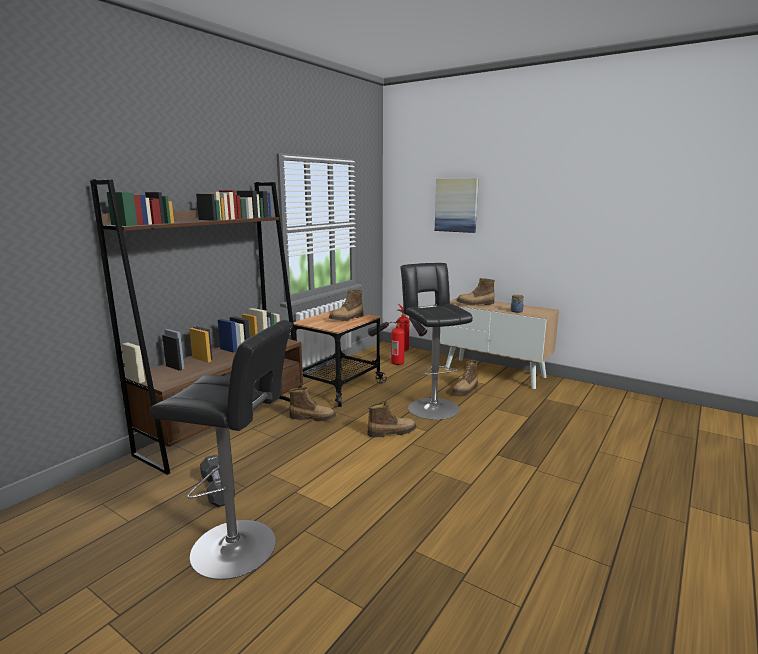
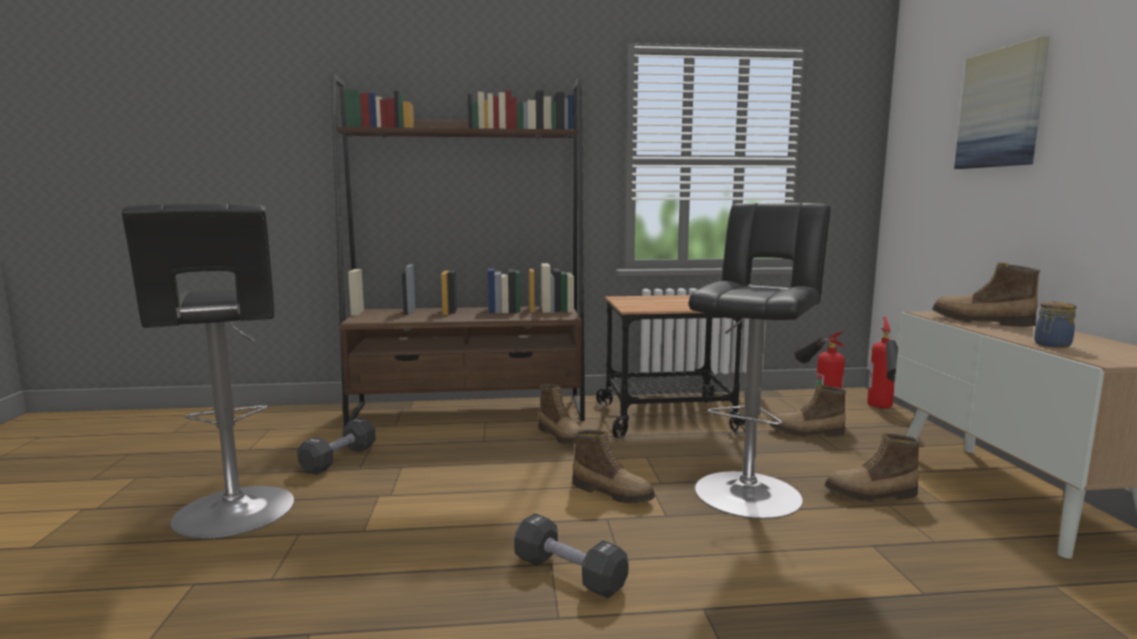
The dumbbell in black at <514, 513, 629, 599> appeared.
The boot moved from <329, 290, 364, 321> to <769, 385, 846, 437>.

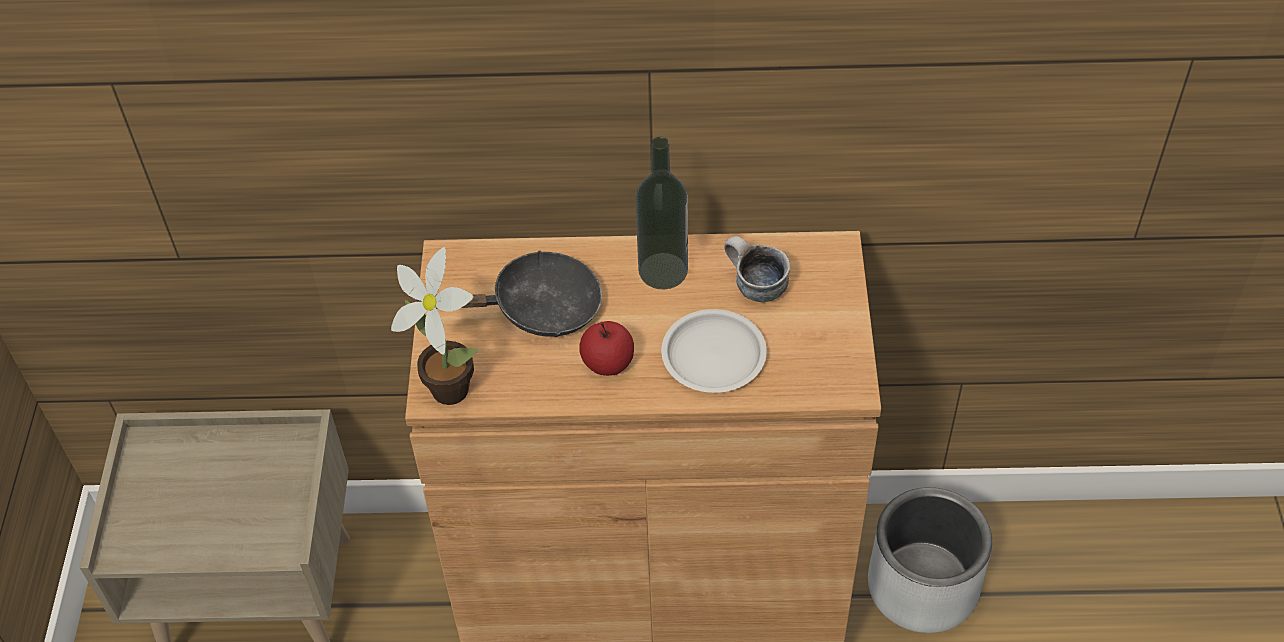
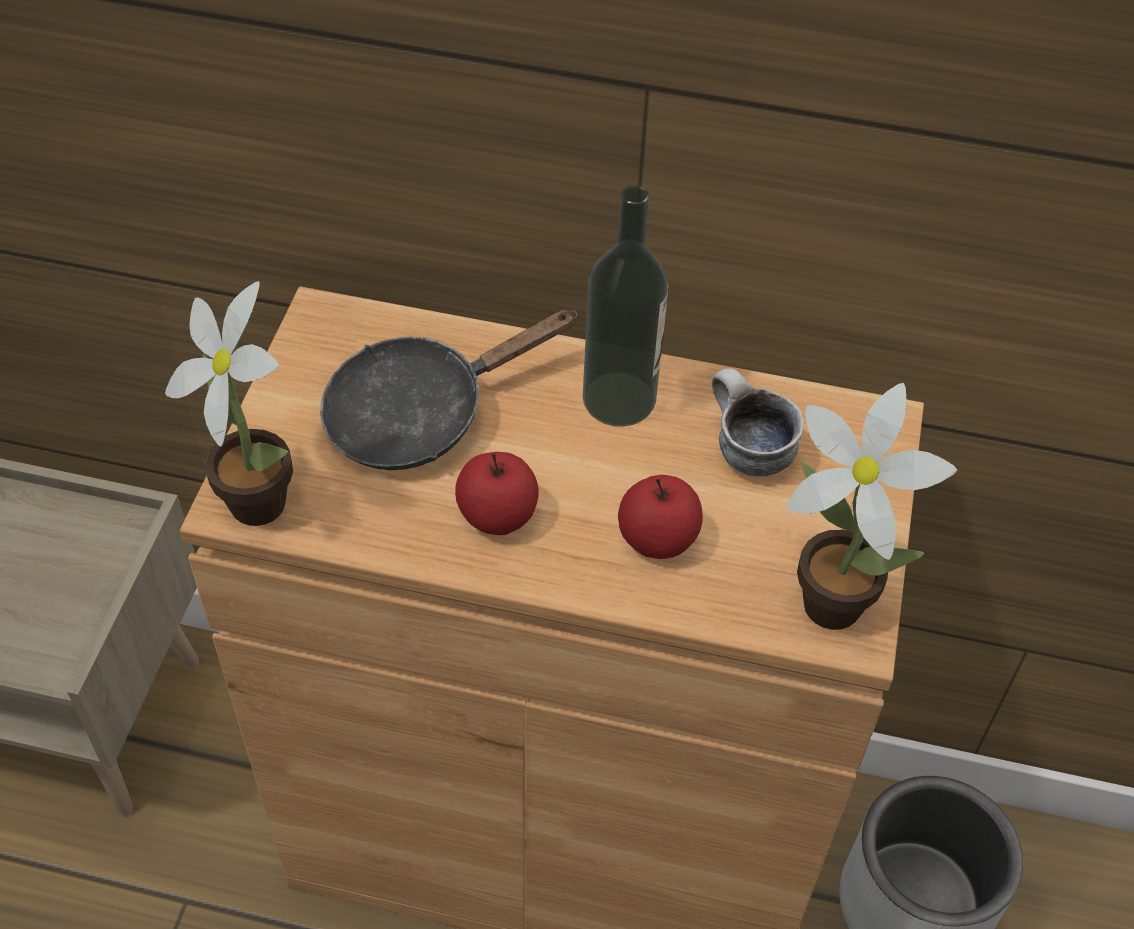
The potted plant at <787, 383, 957, 630> appeared.
The plate in white at <661, 309, 767, 393> was replaced by the apple at <618, 475, 703, 559>.
The frying pan in black at <412, 250, 602, 337> turned 150 degrees clockwise.

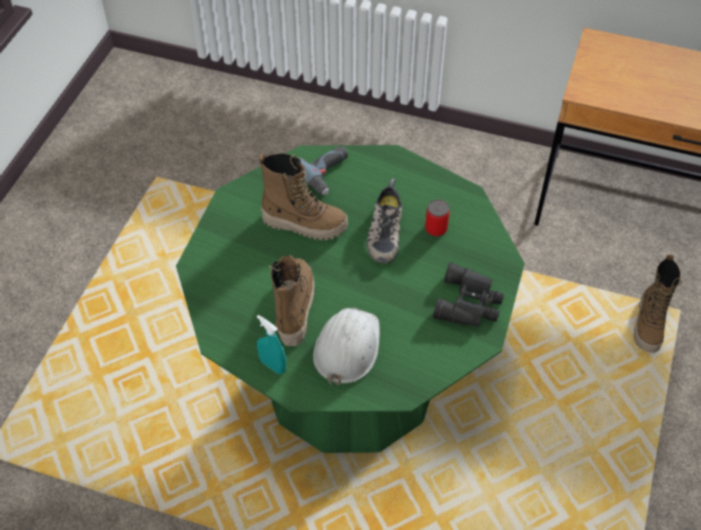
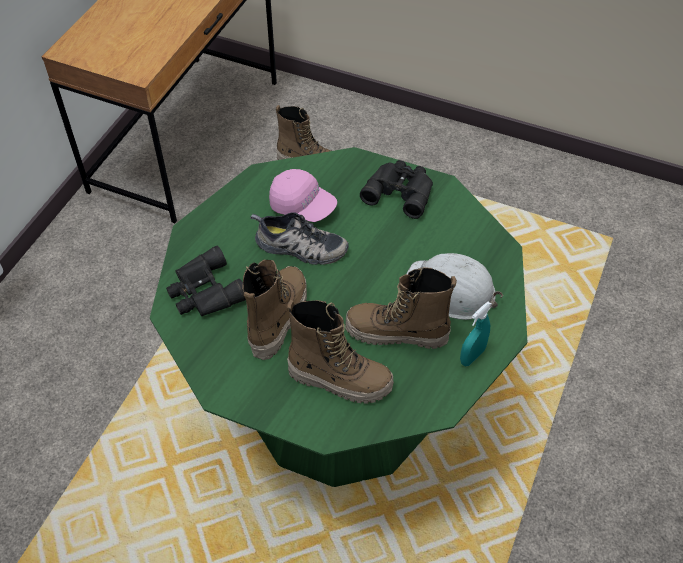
The boot at <287, 300, 394, 404> appeared.
The power drill at <298, 146, 348, 195> was replaced by the binoculars in black at <166, 246, 246, 316>.
The can at <425, 199, 450, 237> was replaced by the cap in pink at <269, 169, 337, 222>.

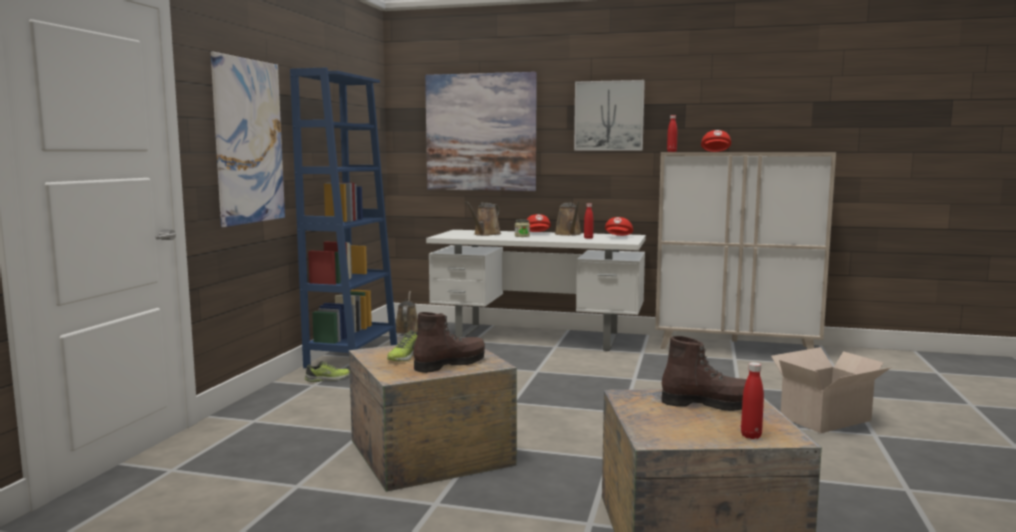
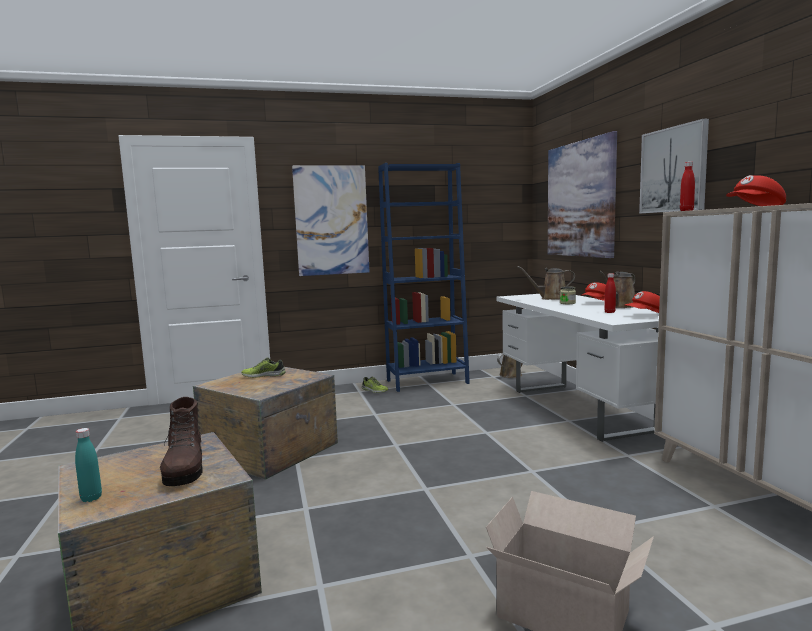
The boot in brown at <413, 312, 485, 373> disappeared.
The bottle in red at <741, 362, 764, 439> became the bottle in turquoise at <75, 428, 102, 502>.

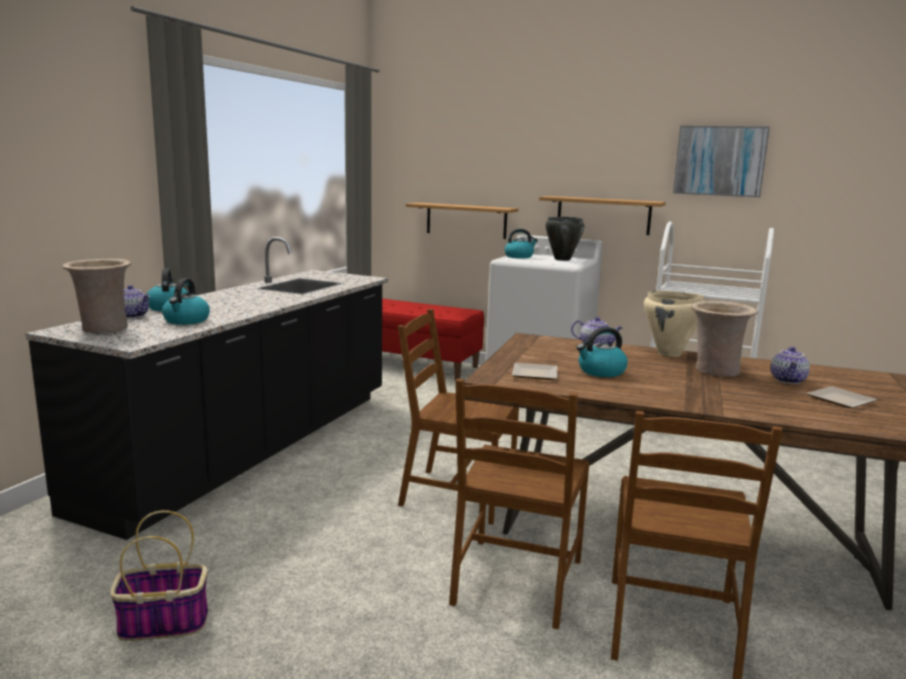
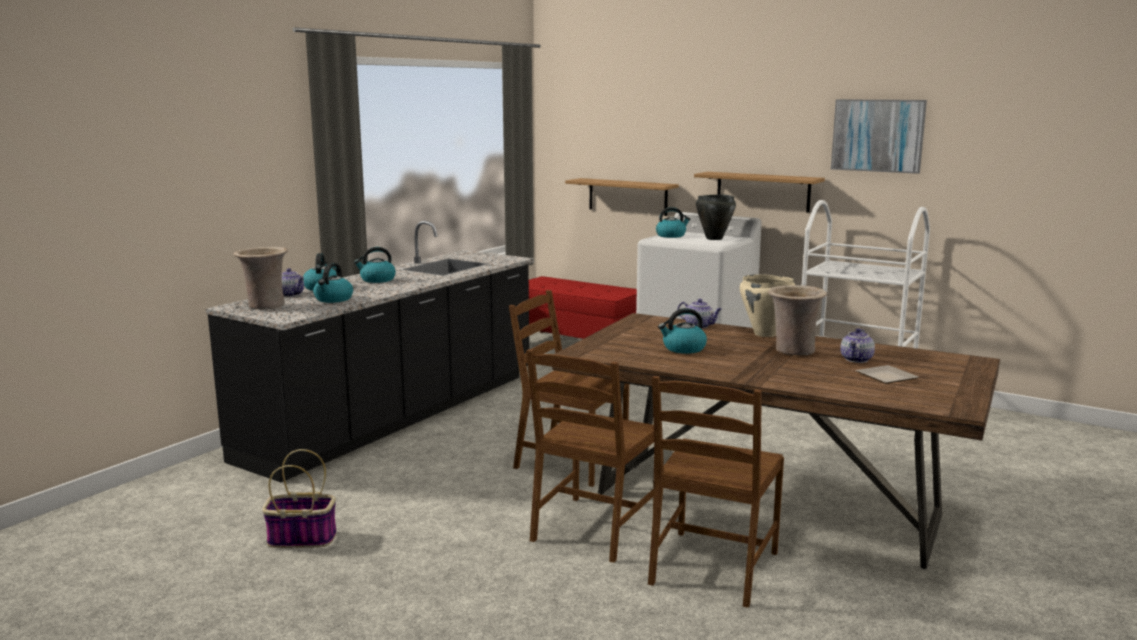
The plate at <512, 363, 557, 380> disappeared.
The kettle at <354, 247, 396, 283> appeared.

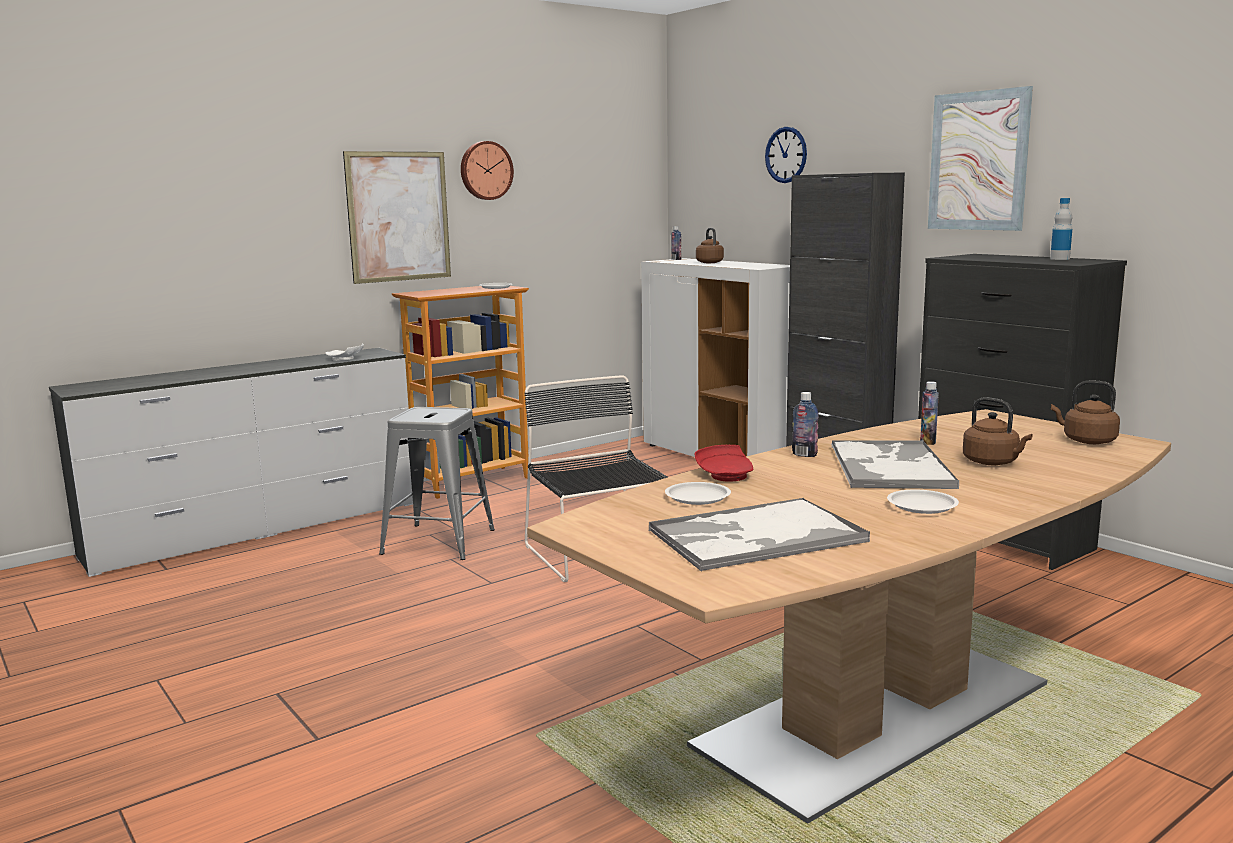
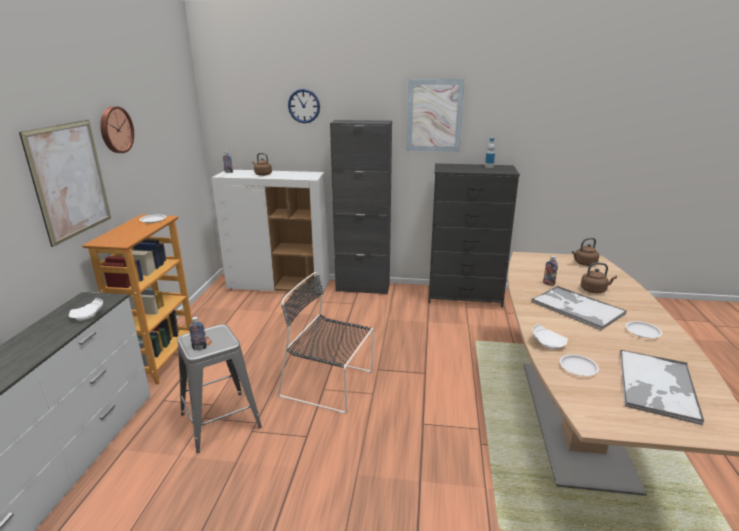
The bottle moved from <792, 392, 819, 457> to <189, 317, 207, 350>.
The plate in red at <695, 445, 753, 482> became the plate in white at <532, 324, 568, 349>.

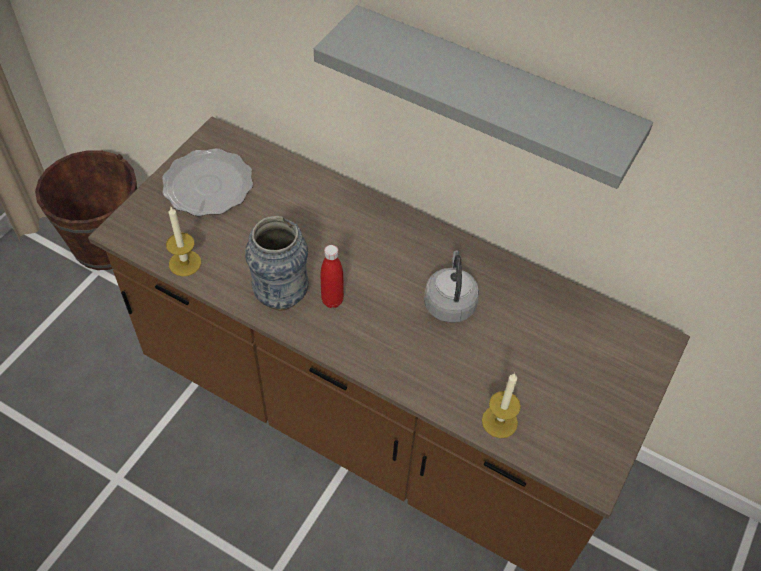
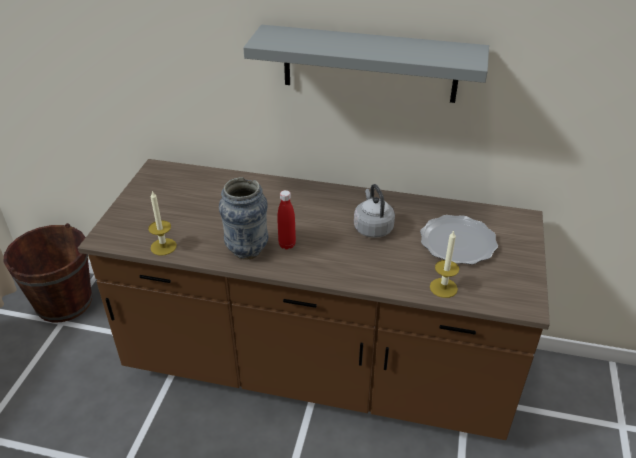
The plate moved from <162, 148, 253, 216> to <420, 215, 498, 265>.

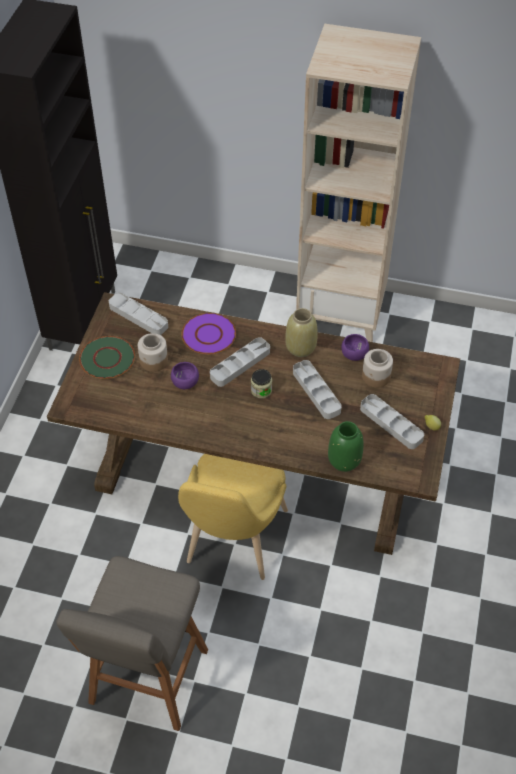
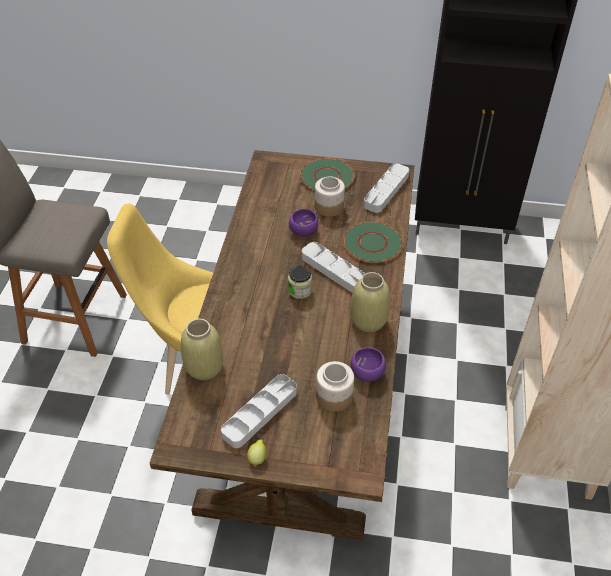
The tray in grey at <293, 360, 342, 419> disappeared.
The plate in purple at <181, 313, 236, 354> became the plate in green at <343, 221, 403, 263>.
The vase in green at <328, 421, 363, 472> became the vase in beige at <181, 319, 224, 380>.

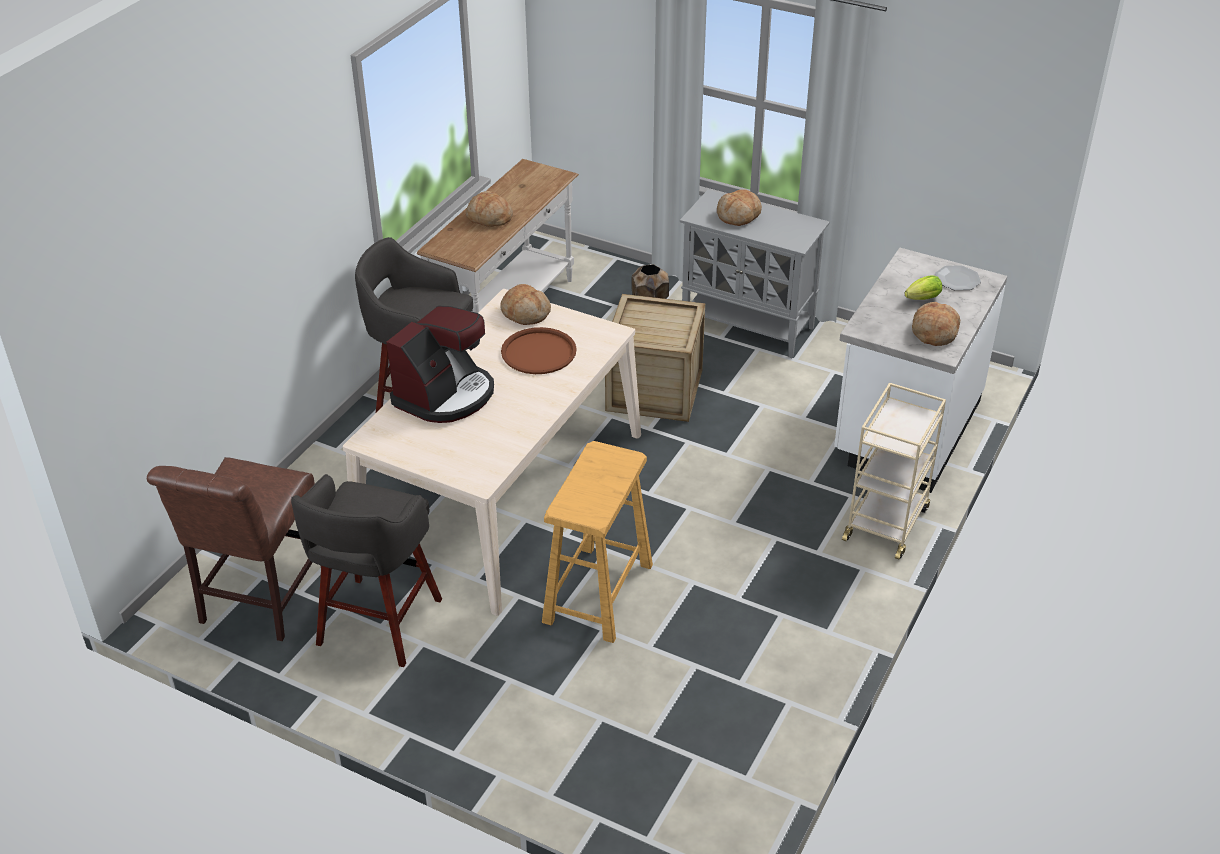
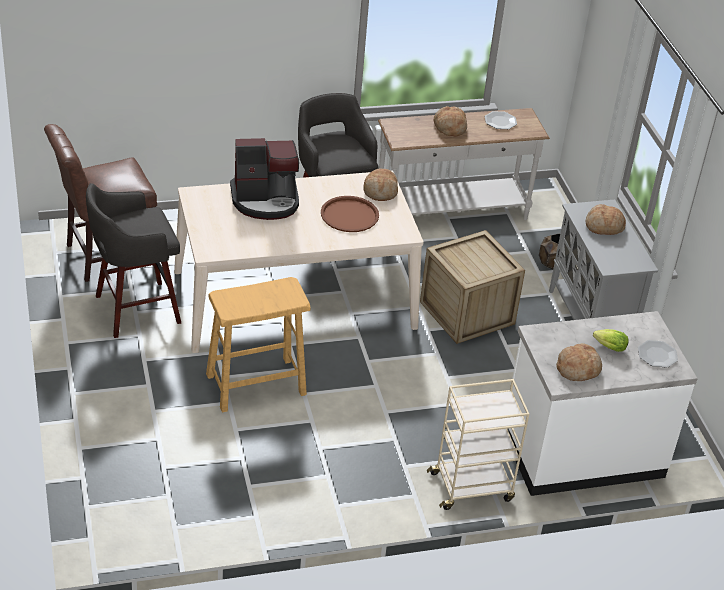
The plate at <485, 111, 517, 129> appeared.

